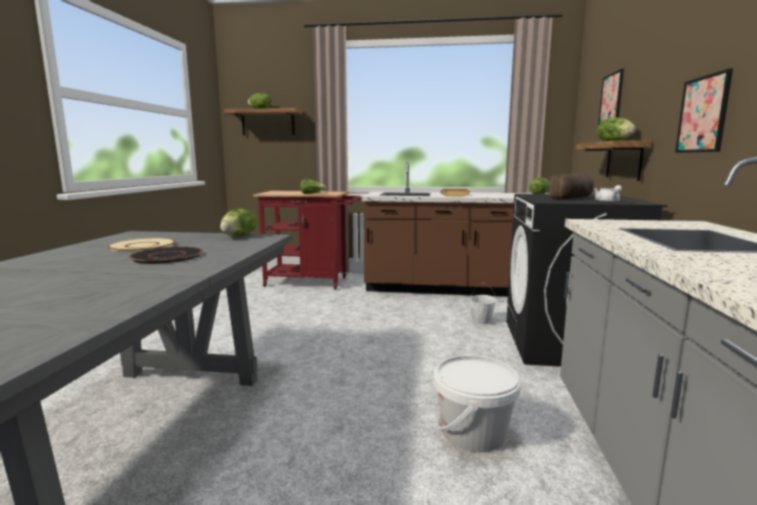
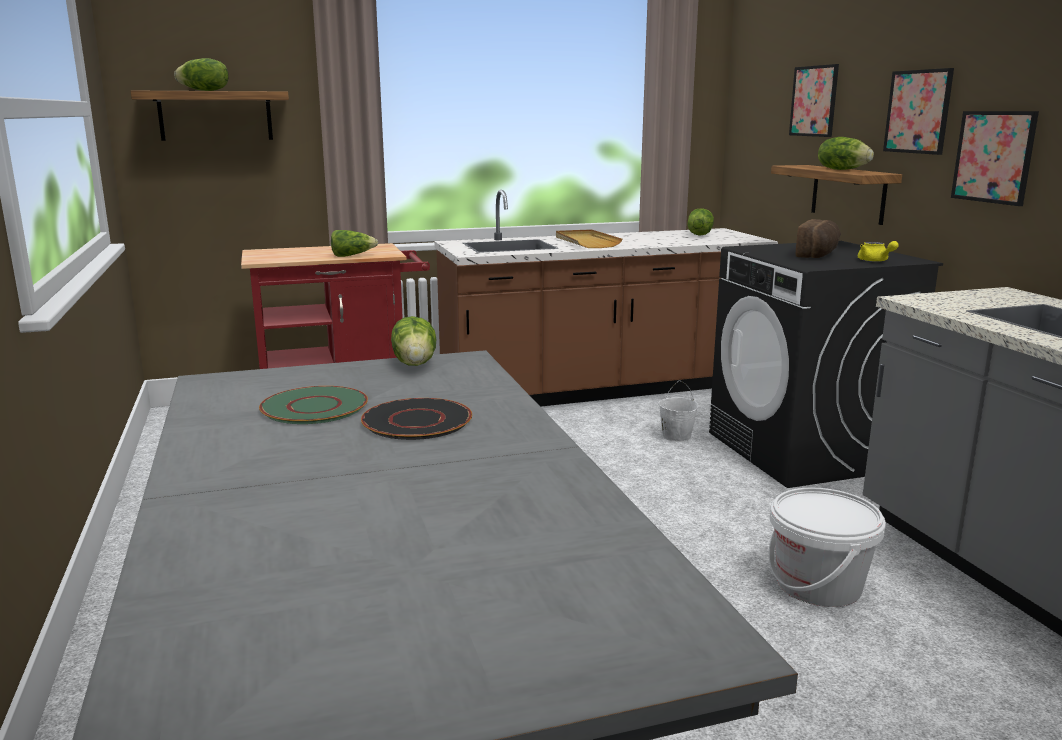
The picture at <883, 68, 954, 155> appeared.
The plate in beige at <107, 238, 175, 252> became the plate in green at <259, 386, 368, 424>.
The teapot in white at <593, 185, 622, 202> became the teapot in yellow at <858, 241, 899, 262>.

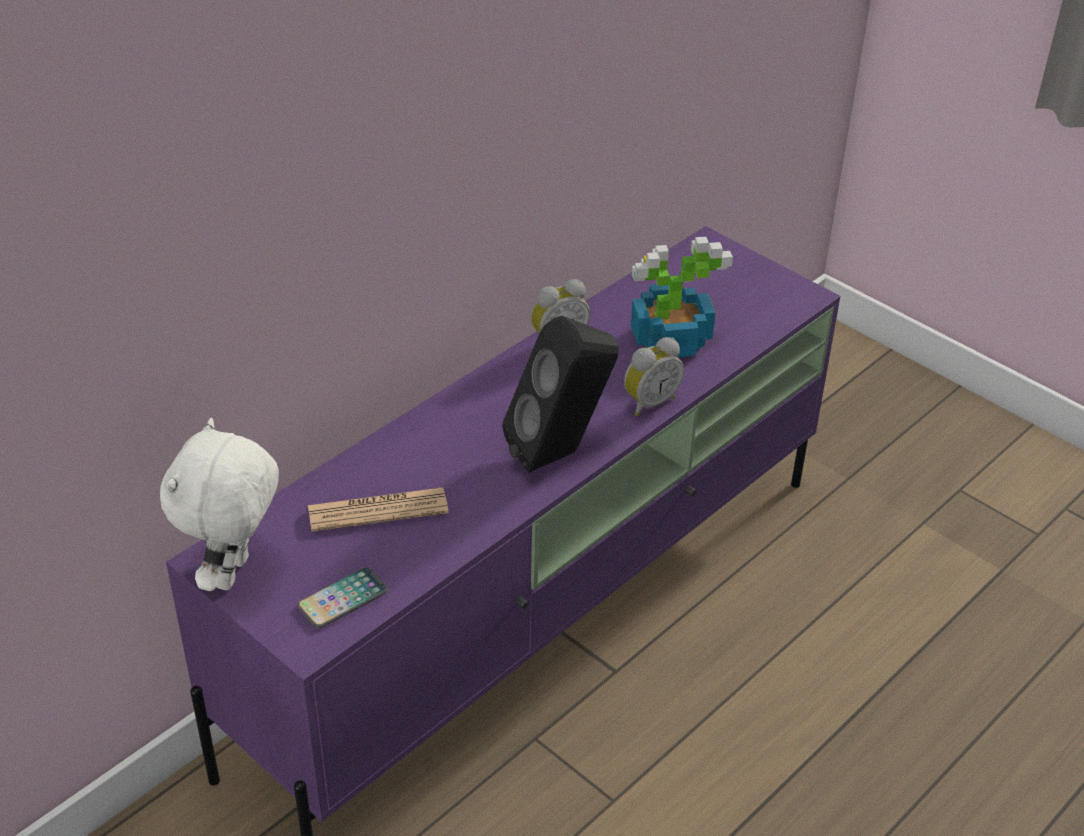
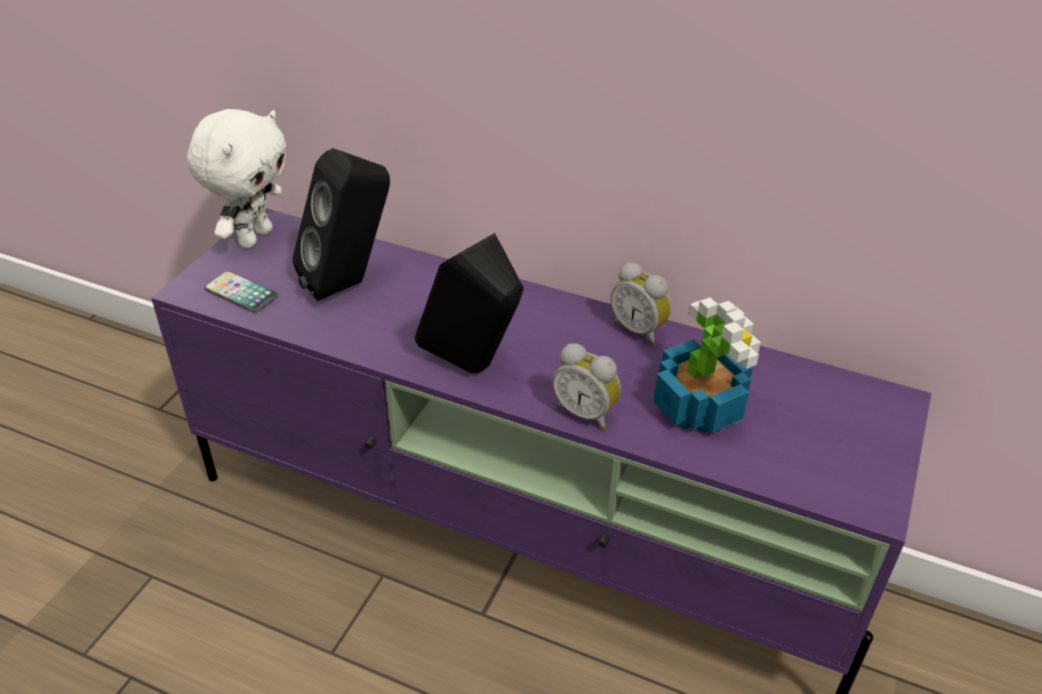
The newspaper at <308, 487, 449, 532> was replaced by the speaker in black at <293, 148, 390, 301>.
The plush toy in white at <160, 418, 279, 591> turned 120 degrees clockwise.

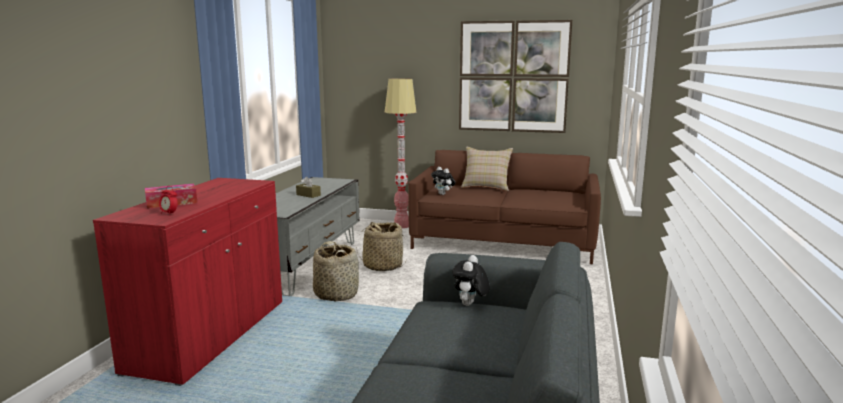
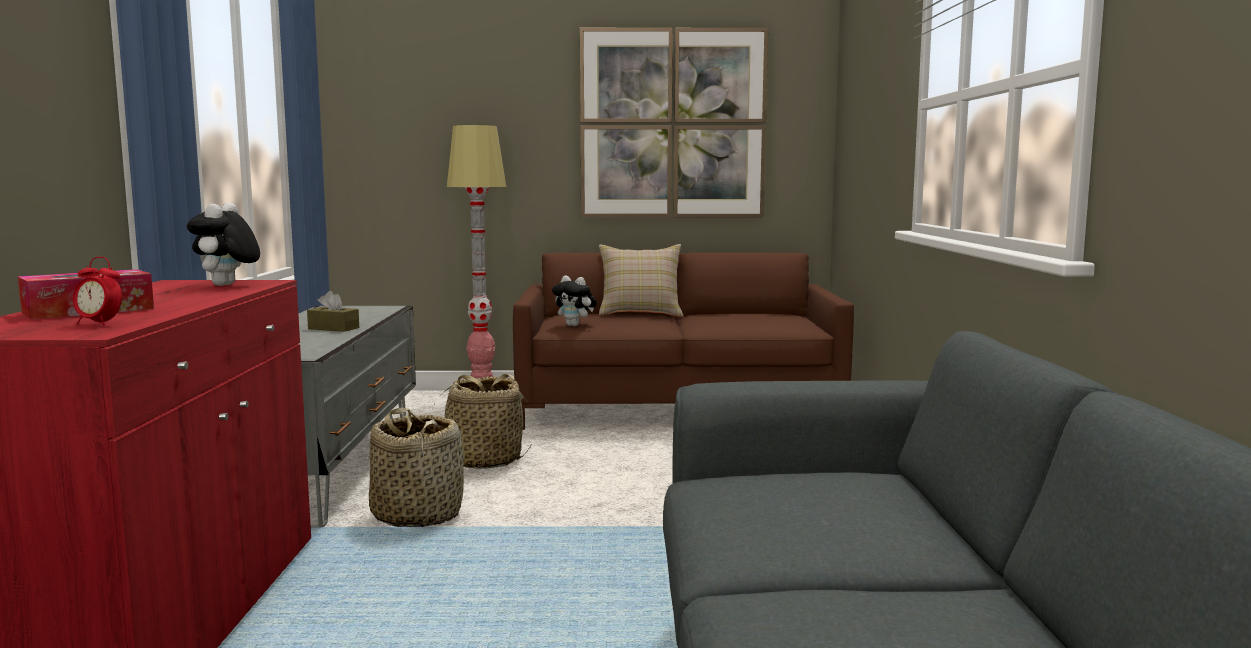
The plush toy moved from <452, 255, 490, 306> to <187, 202, 260, 286>.

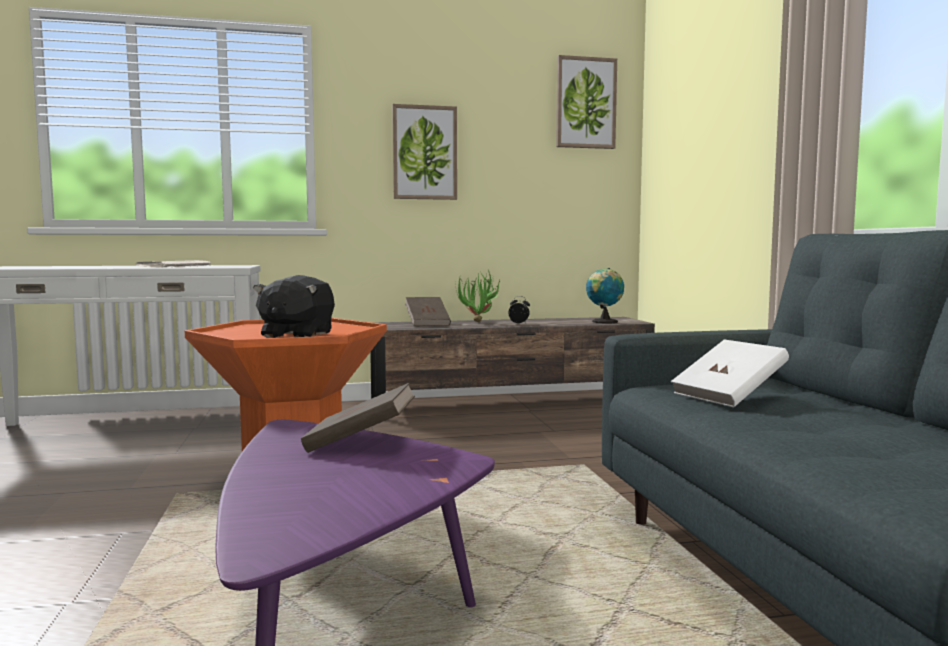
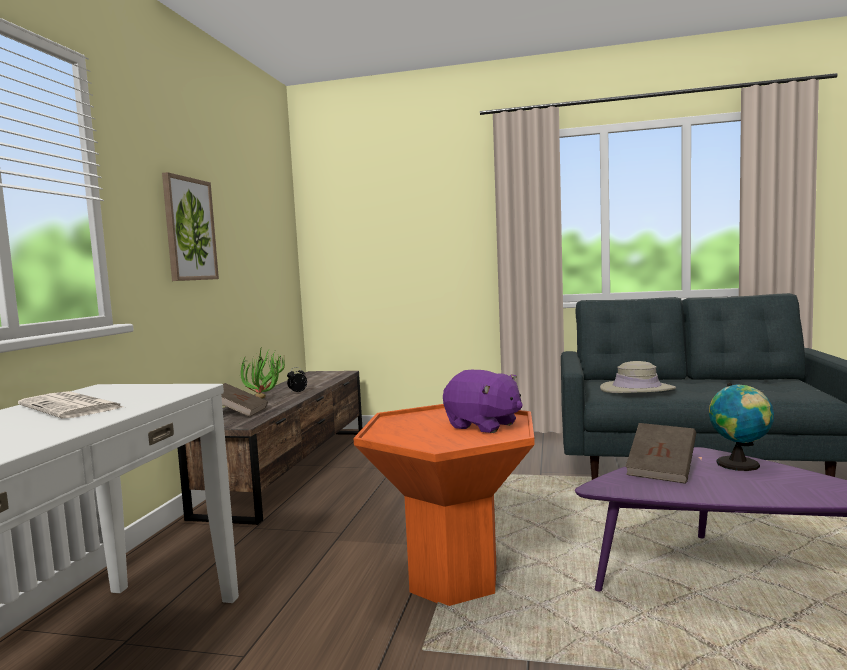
The picture at <556, 55, 617, 149> disappeared.
The globe moved from <586, 268, 624, 324> to <709, 383, 774, 471>.
The book in white at <671, 339, 789, 407> was replaced by the hat in beige at <600, 361, 676, 393>.
The plush toy in black at <253, 275, 335, 338> became the plush toy in purple at <443, 370, 523, 433>.

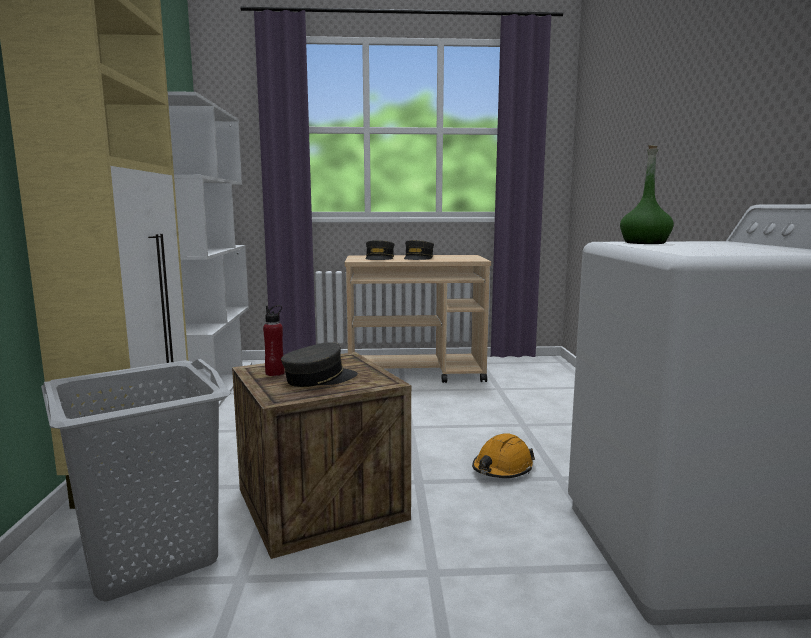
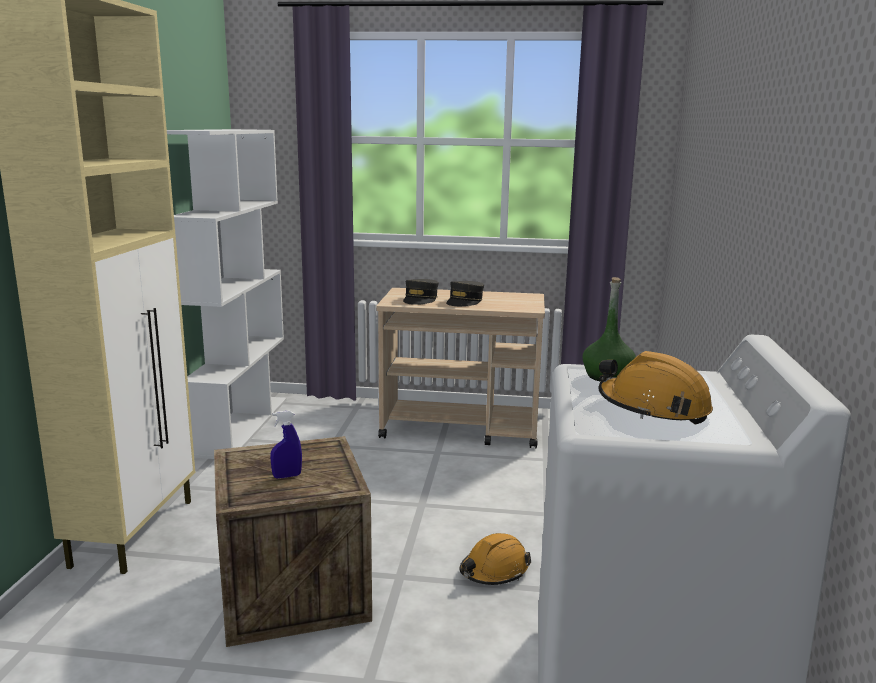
The laundry basket in grey at <41, 359, 231, 602> disappeared.
The bottle in red at <263, 305, 285, 376> disappeared.
The hard hat in orange at <598, 351, 713, 424> appeared.
The cap in grey at <281, 343, 358, 387> was replaced by the spray bottle in blue at <270, 411, 302, 478>.

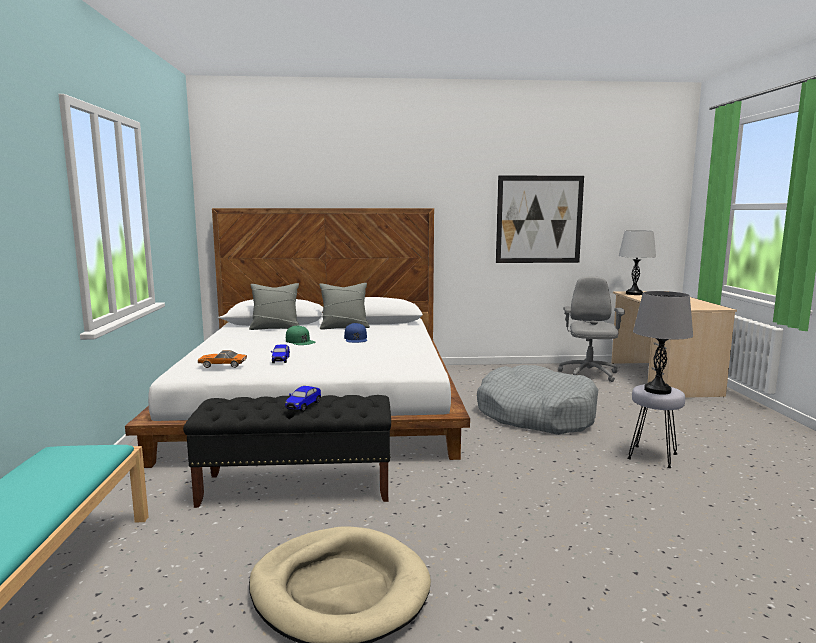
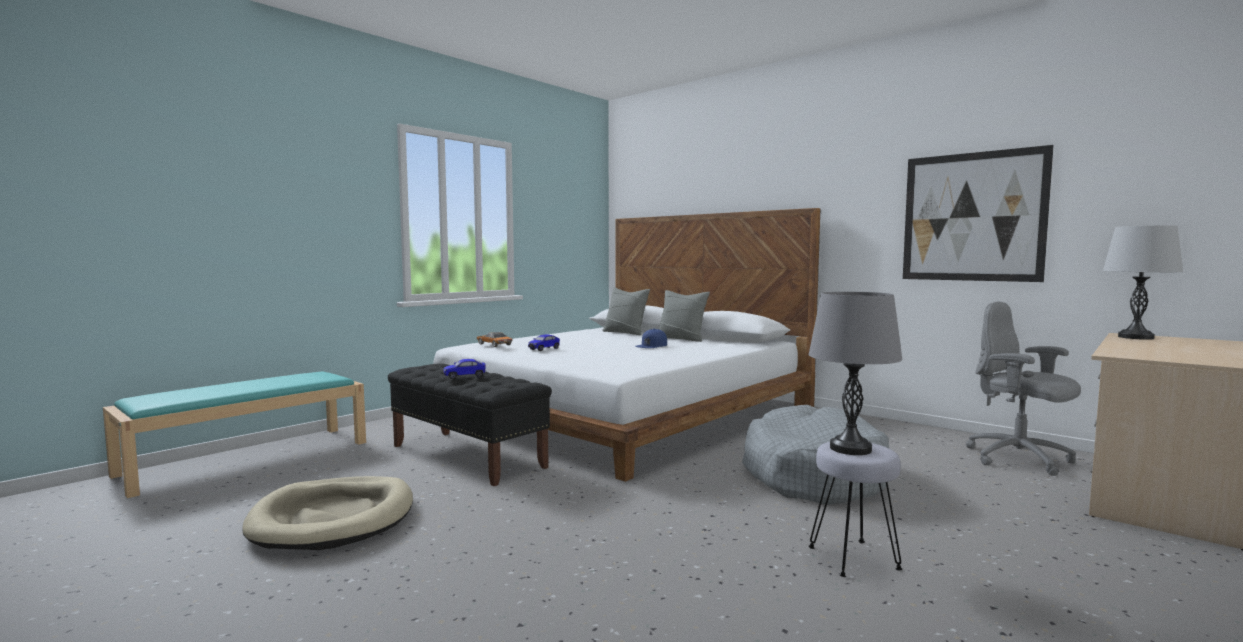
The cap in green at <286, 325, 316, 345> disappeared.
The office chair in grey at <558, 276, 625, 382> turned 90 degrees counterclockwise.

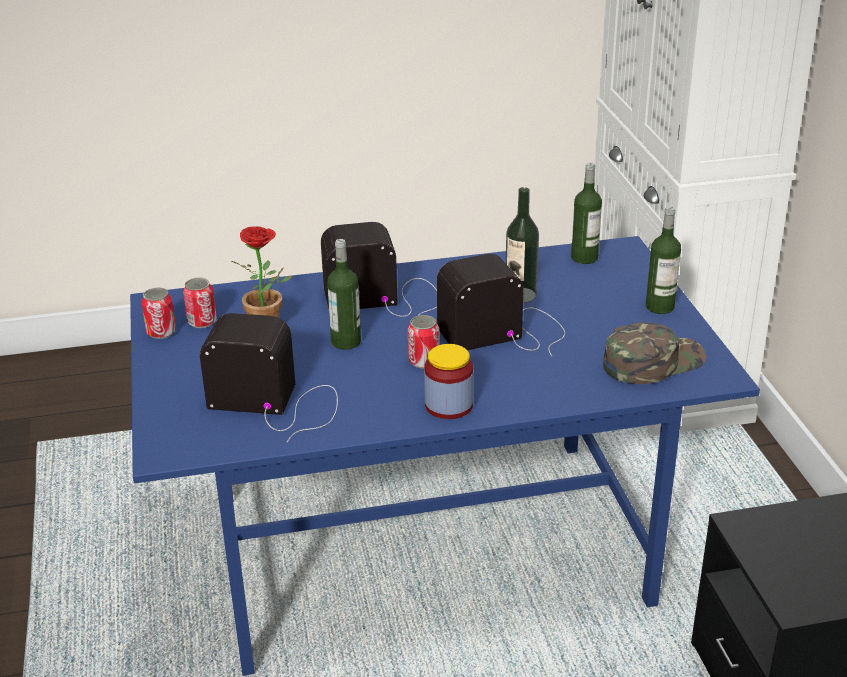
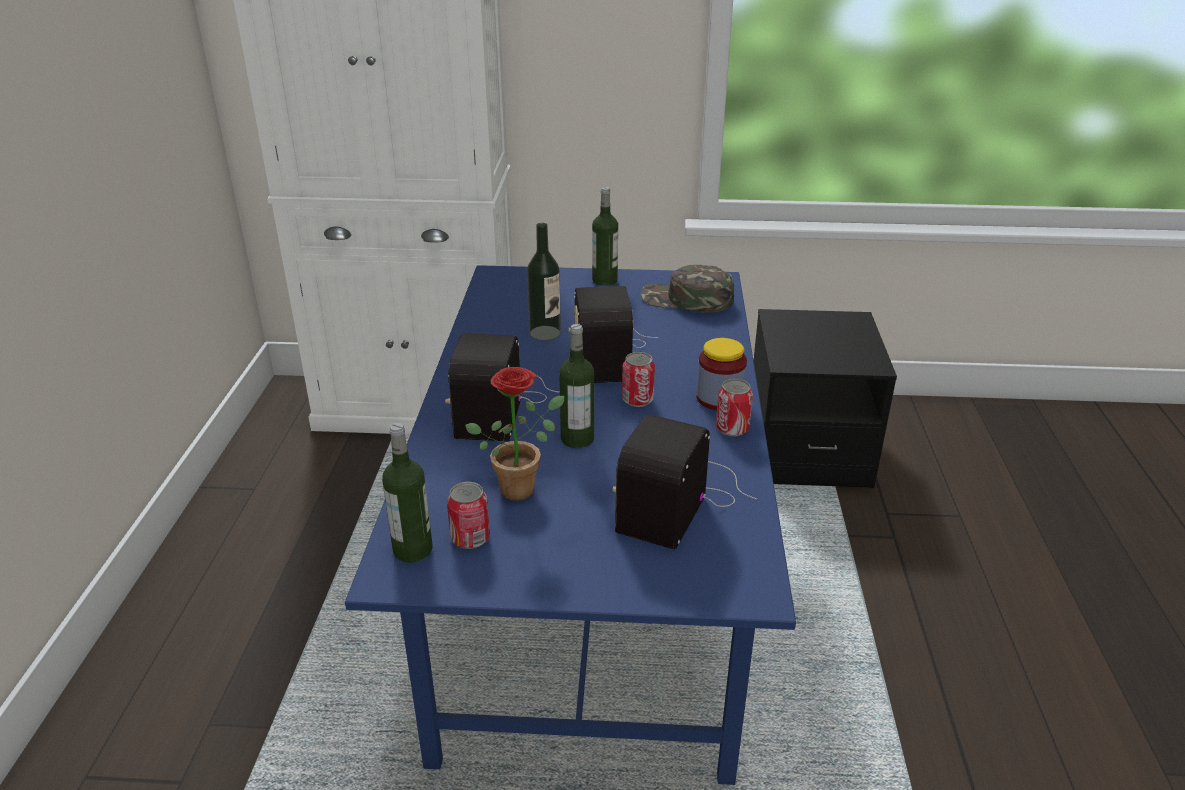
The can moved from <141, 288, 176, 339> to <716, 379, 753, 436>.
The bottle moved from <571, 162, 602, 264> to <382, 423, 433, 563>.
The cap in green at <603, 322, 706, 384> turned 60 degrees counterclockwise.

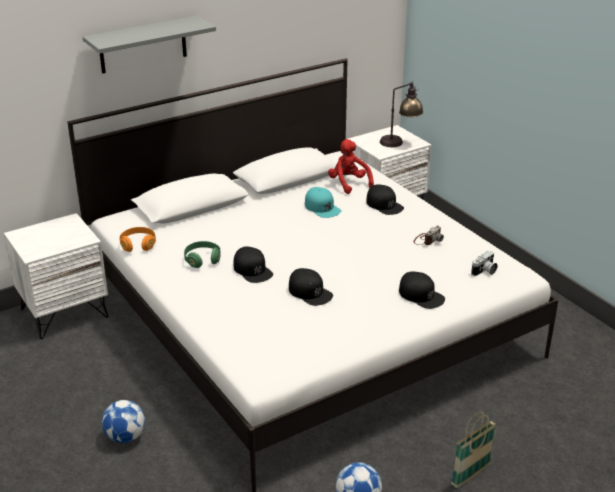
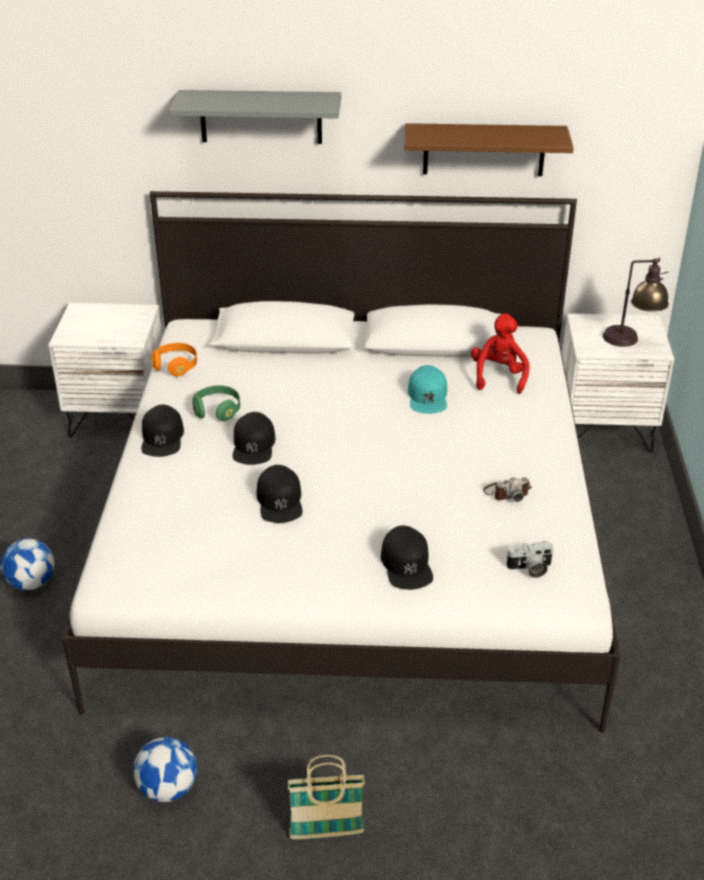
The shelf in brown at <404, 123, 574, 176> appeared.
The cap in black moved from <366, 184, 404, 215> to <141, 405, 184, 457>.

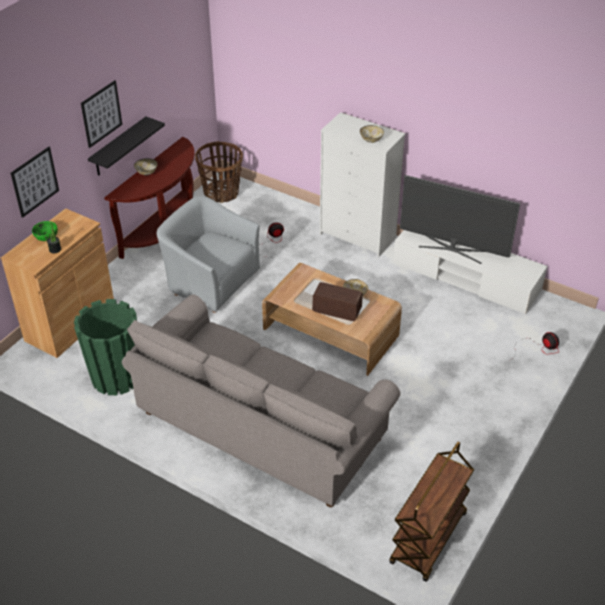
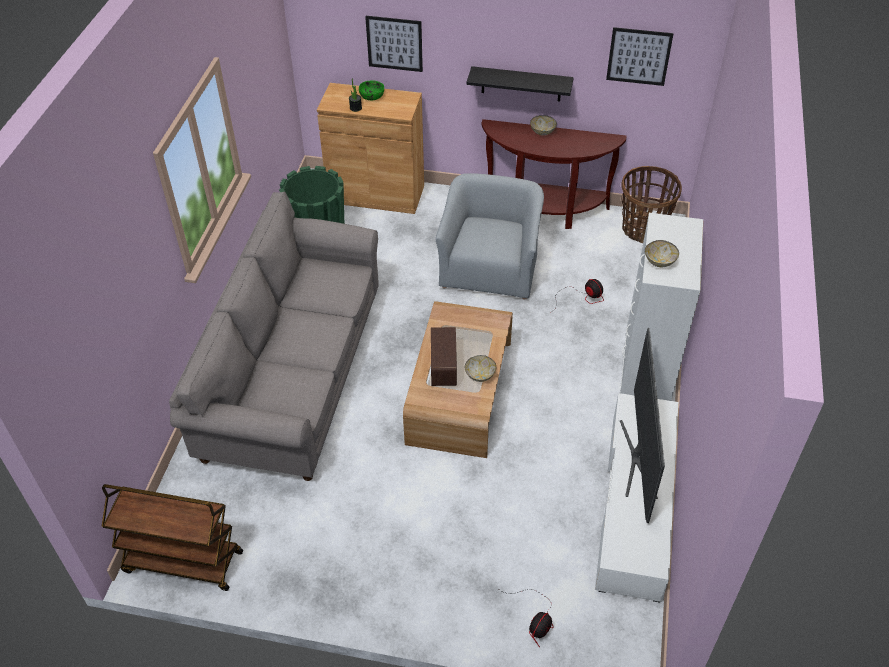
The picture moved from <81, 80, 122, 148> to <606, 27, 674, 86>.

